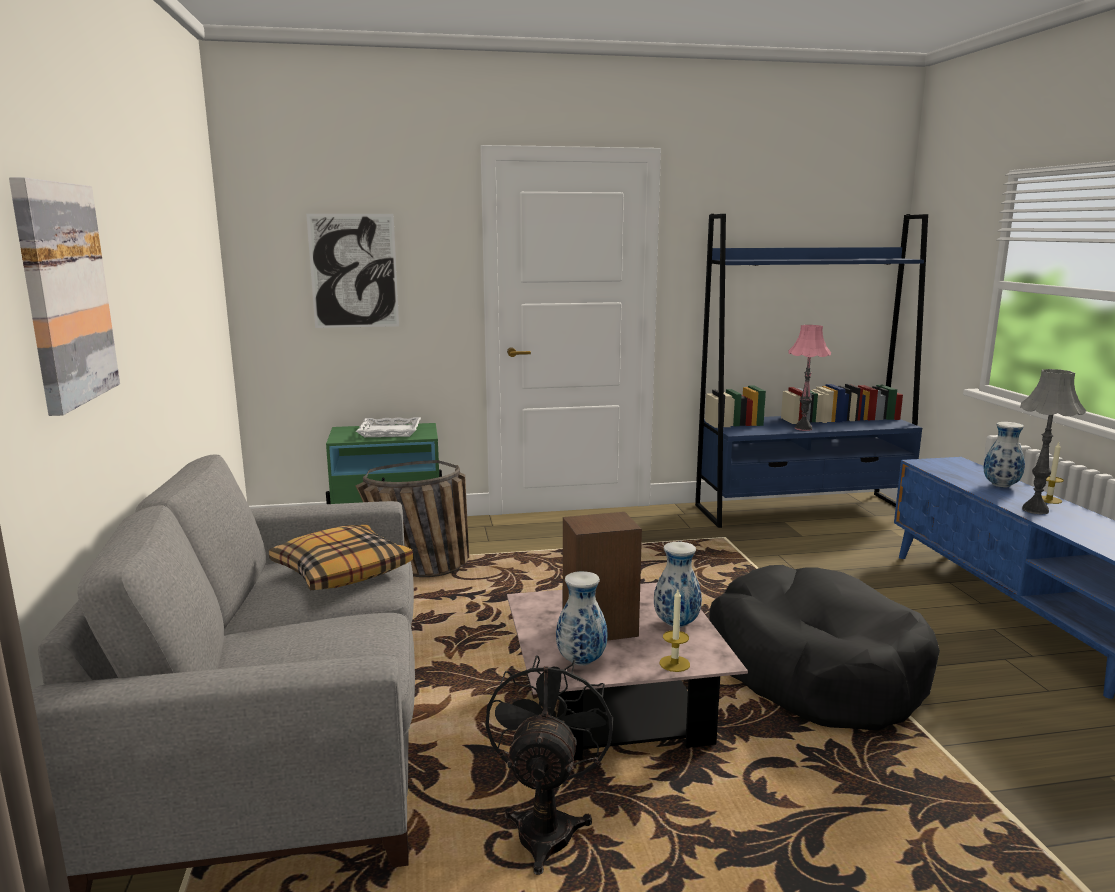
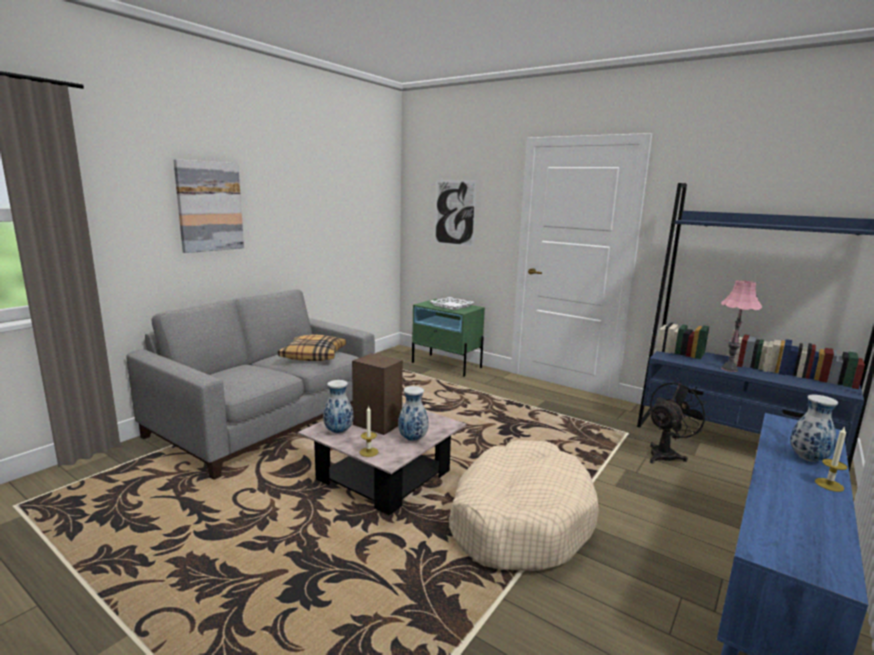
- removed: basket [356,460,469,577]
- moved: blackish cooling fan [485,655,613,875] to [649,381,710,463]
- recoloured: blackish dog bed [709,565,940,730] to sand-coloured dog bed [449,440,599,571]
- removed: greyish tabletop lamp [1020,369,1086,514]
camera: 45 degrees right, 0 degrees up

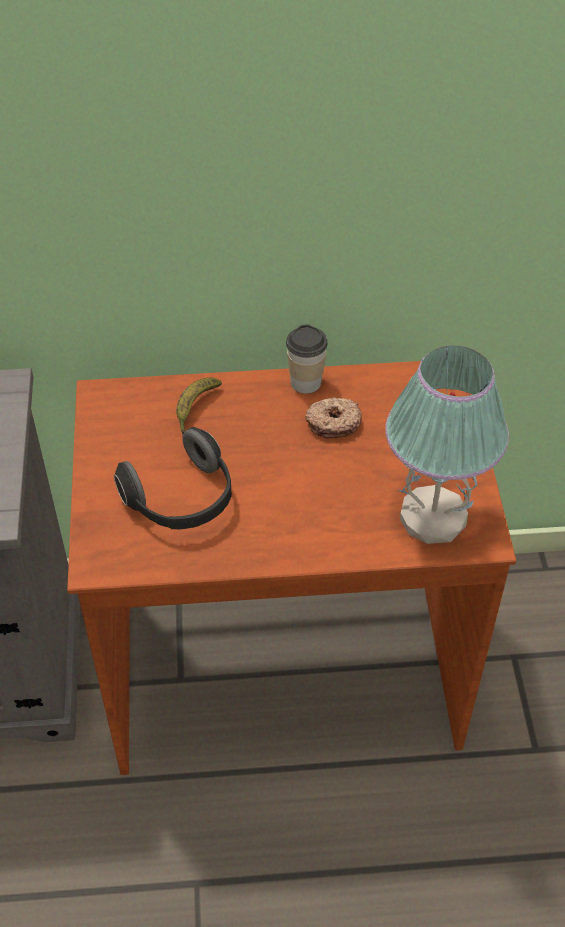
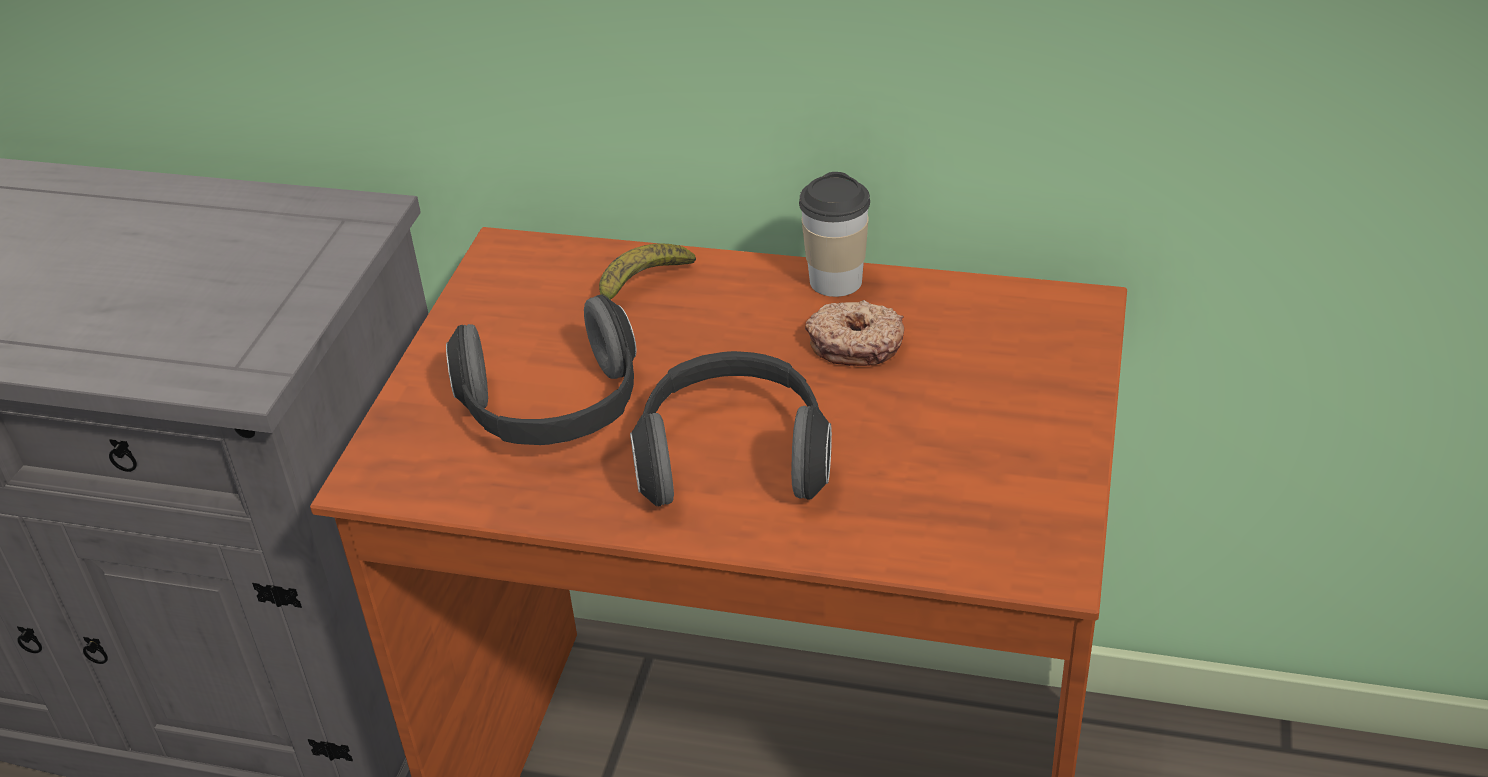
- removed: tabletop lamp [385,346,509,544]
- added: headset [630,351,832,507]
camera: 20 degrees right, 10 degrees down

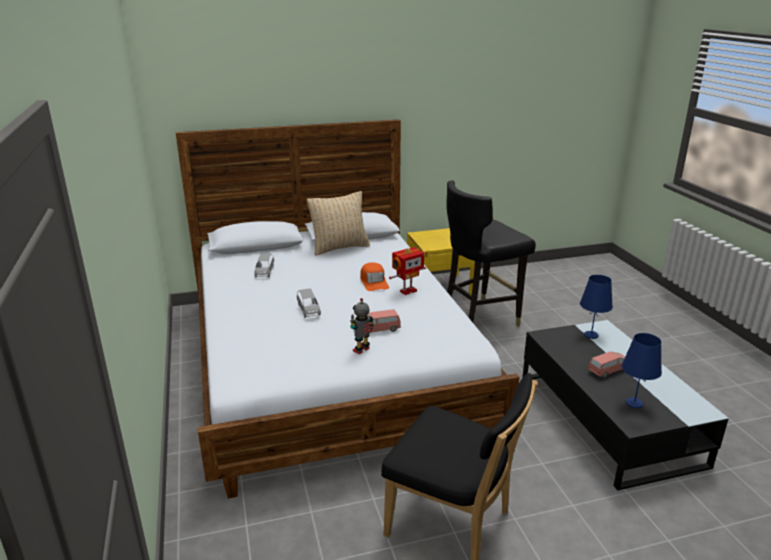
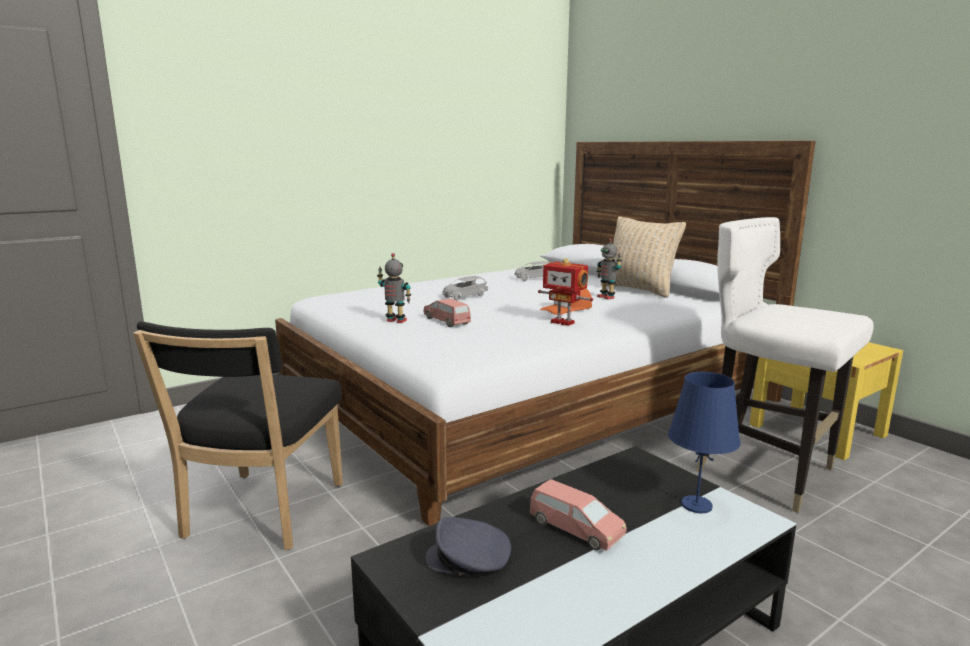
- recoloured: blackish plain chair [447,180,536,327] to whitish plain chair [696,217,873,513]
- replaced: bluish tabletop lamp [621,333,662,408] to greyish baseball cap [425,517,511,577]
- added: robot figure [596,238,622,300]
camera: 70 degrees right, 10 degrees down

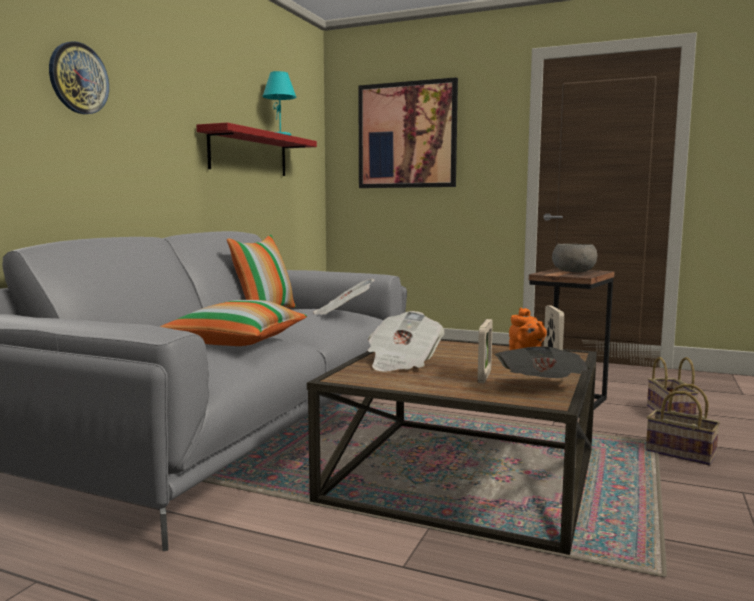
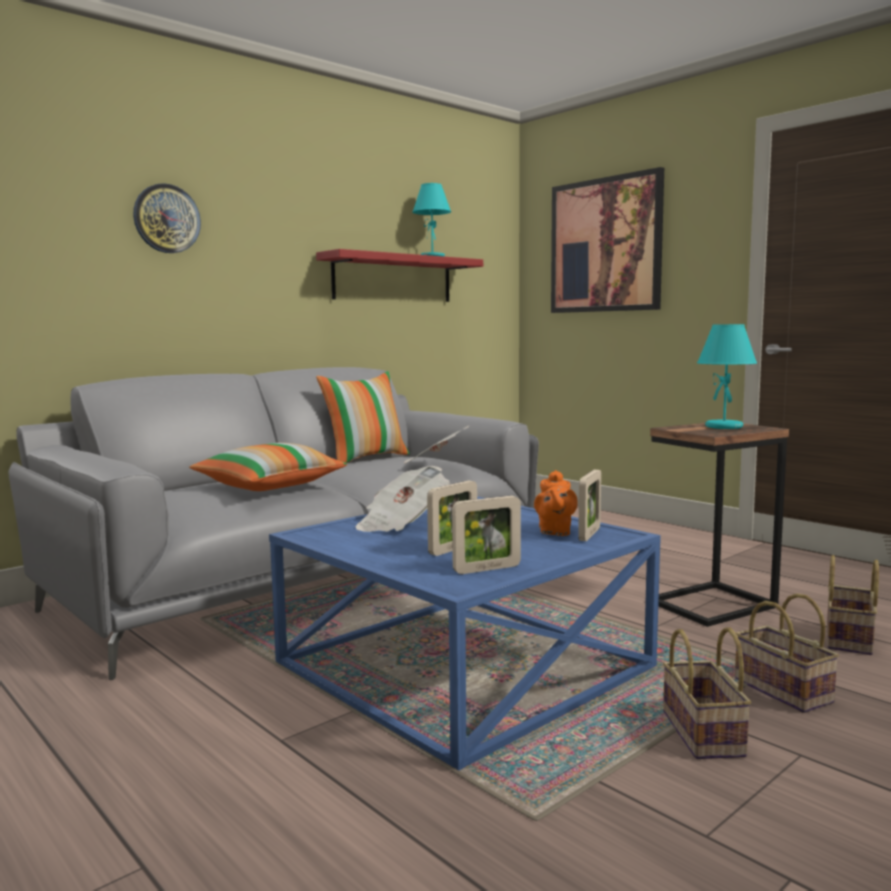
- recoloured: brownish low table [307,339,597,555] to bluish low table [269,496,661,771]
- replaced: daily paper [495,346,590,378] to standing frame [452,496,521,574]
- replaced: greyish deep dish [552,244,597,272] to turquoise tabletop lamp [697,324,757,429]
- added: basket [663,627,751,759]
camera: 25 degrees right, 0 degrees up

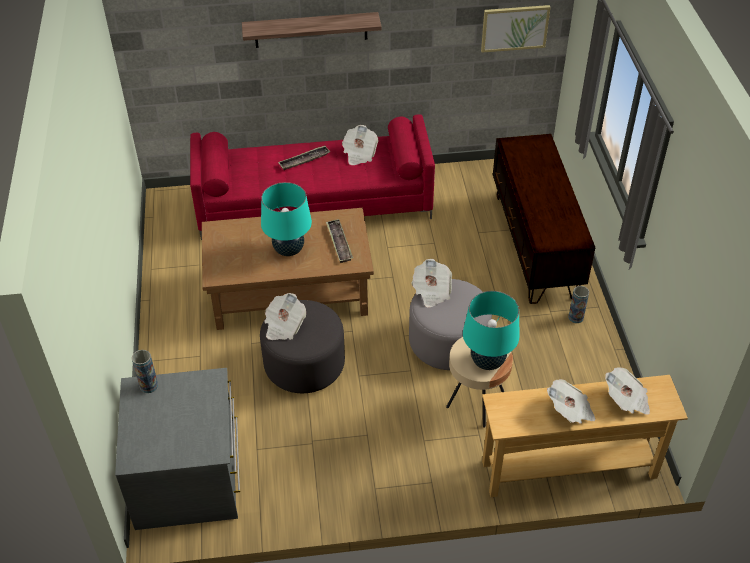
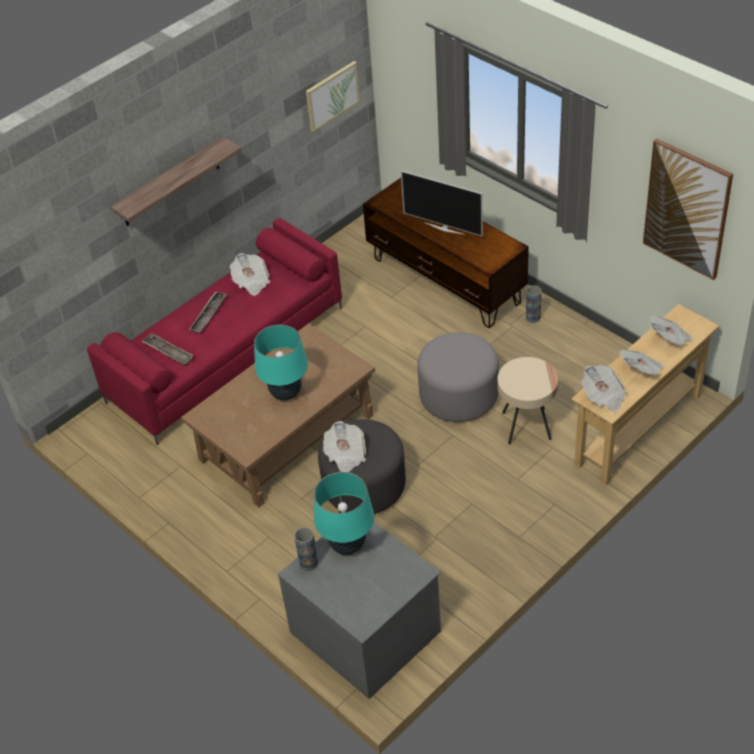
- moved: tray [326,219,353,263] to [142,333,194,366]
- moved: daily paper [412,259,452,308] to [581,365,627,412]
- moved: turquoise tabletop lamp [463,291,519,370] to [314,472,374,555]
- added: television [401,171,483,237]
- added: wall art [643,138,733,280]
camera: 35 degrees left, 0 degrees up

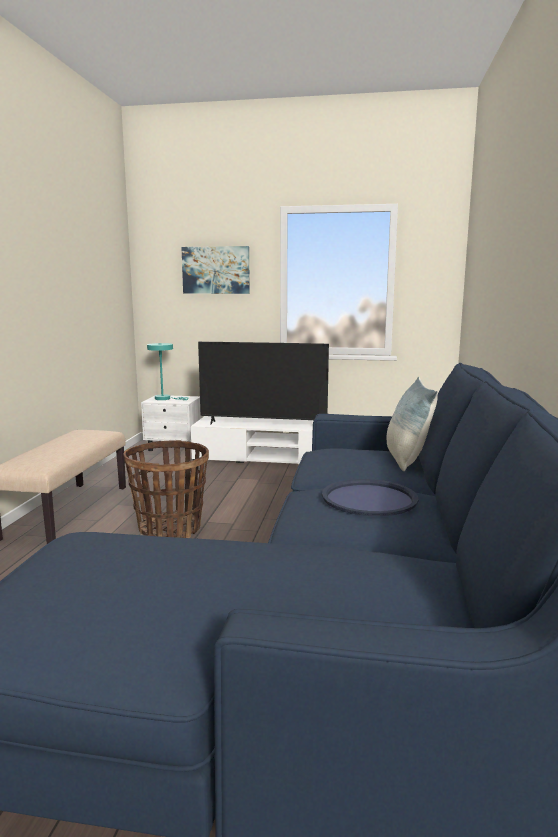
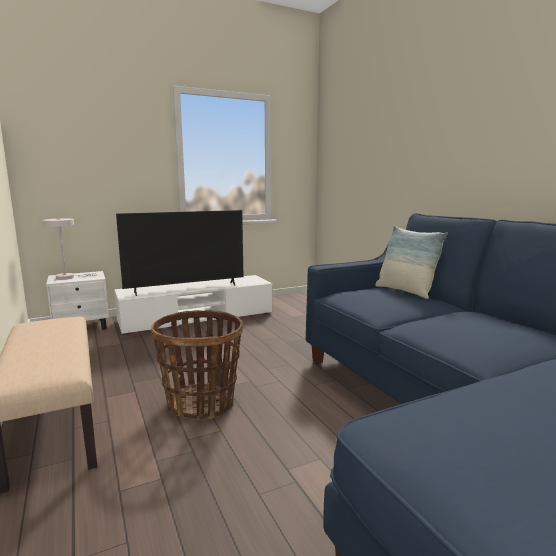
- recoloured: turquoise tabletop lamp [147,343,189,400] to whitish tabletop lamp [43,218,97,280]
- removed: wall art [181,246,250,294]
- removed: bluish tray [322,479,419,516]
camera: 35 degrees left, 0 degrees up

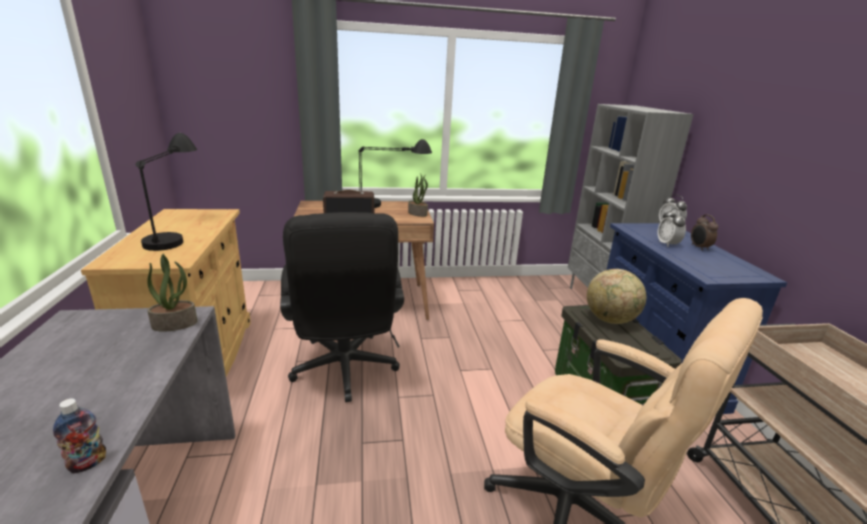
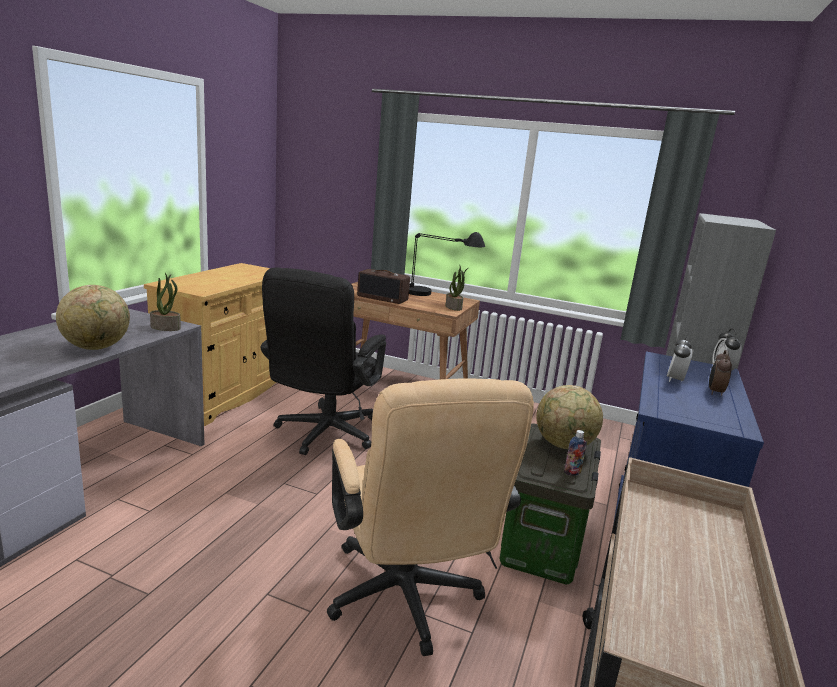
- moved: drink bottle [53,399,106,474] to [564,430,587,476]
- removed: blackish tabletop lamp [136,133,197,251]
- added: world globe [56,285,130,350]
camera: 30 degrees right, 5 degrees down

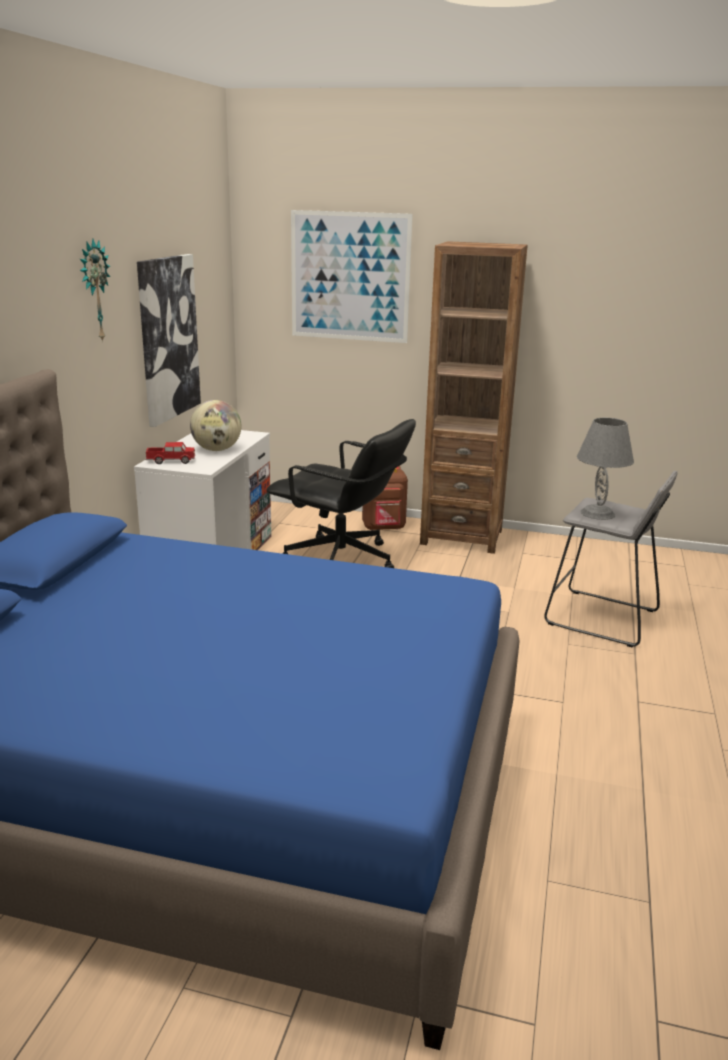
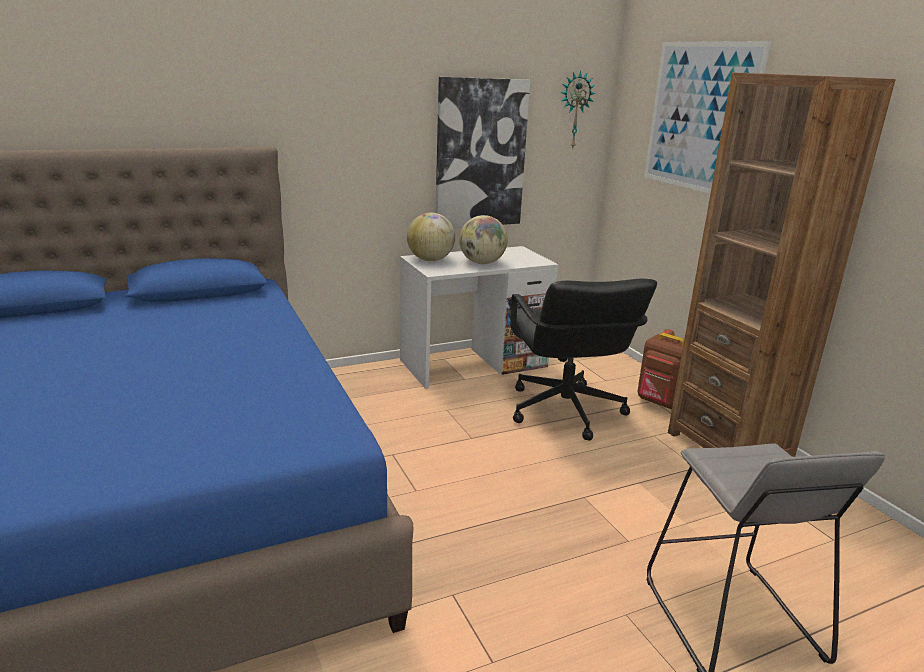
- moved: wall clock [80,239,110,342] to [561,70,596,150]
- replaced: toy truck [146,442,195,464] to world globe [407,213,455,261]
- removed: greyish tabletop lamp [577,418,634,520]
camera: 50 degrees right, 0 degrees up

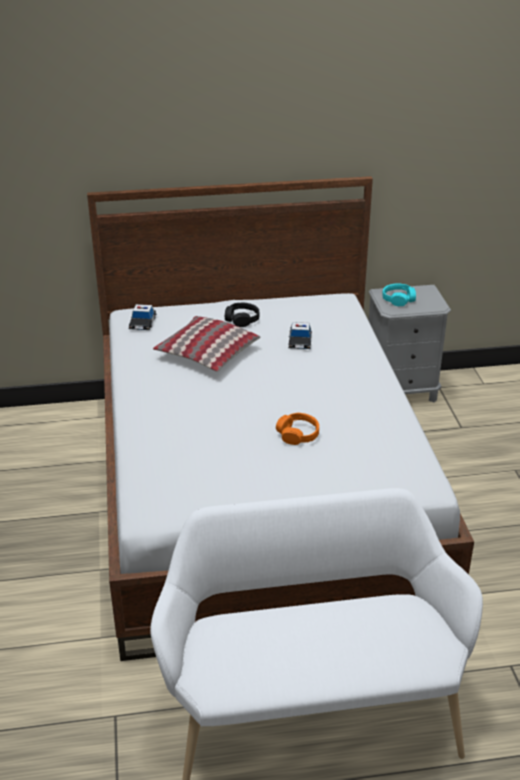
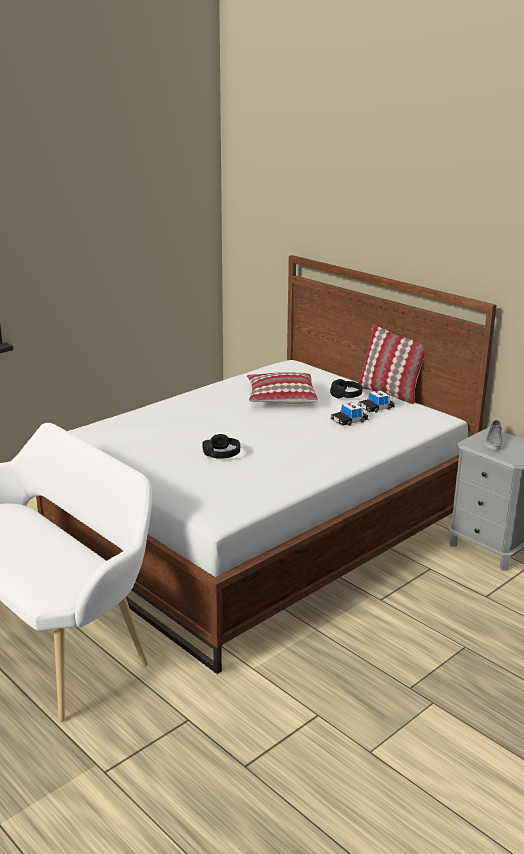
- moved: miniature car [128,304,157,330] to [358,390,395,413]
- recoloured: orange-coloured headset [276,413,319,445] to blackish headset [202,434,240,459]
- replaced: turquoise headset [382,284,416,306] to greyish shoe [485,420,502,450]
- added: throw pillow [358,325,424,404]
camera: 55 degrees right, 10 degrees down

